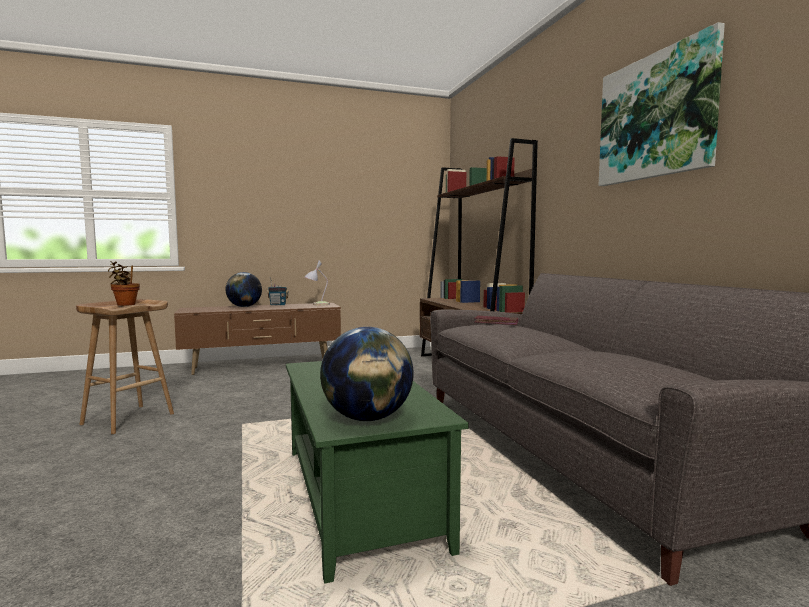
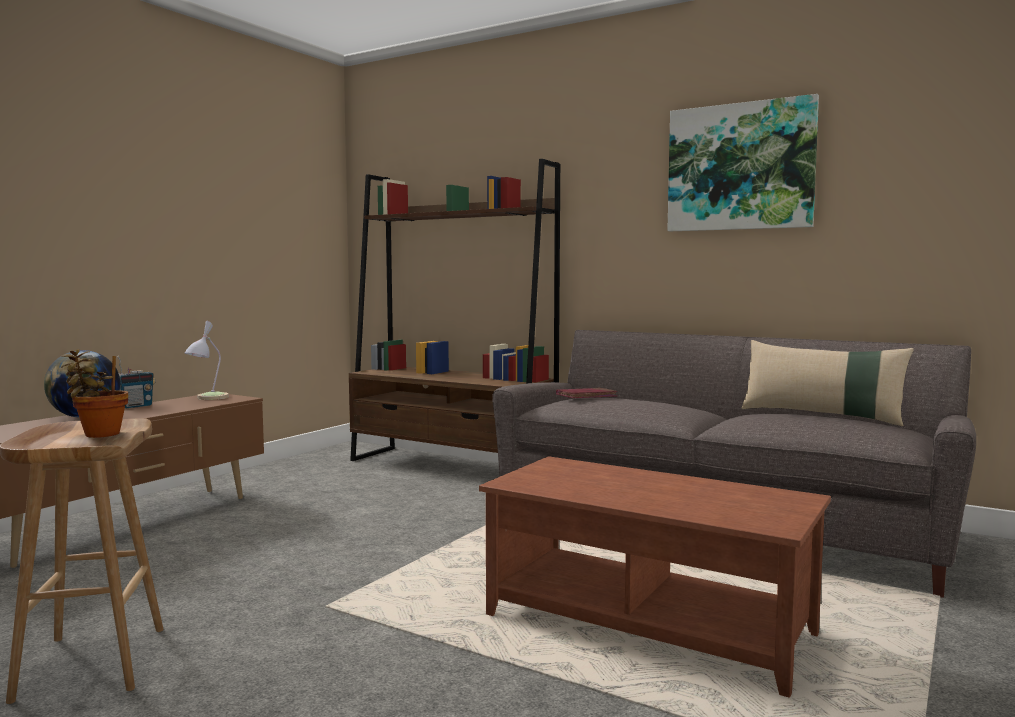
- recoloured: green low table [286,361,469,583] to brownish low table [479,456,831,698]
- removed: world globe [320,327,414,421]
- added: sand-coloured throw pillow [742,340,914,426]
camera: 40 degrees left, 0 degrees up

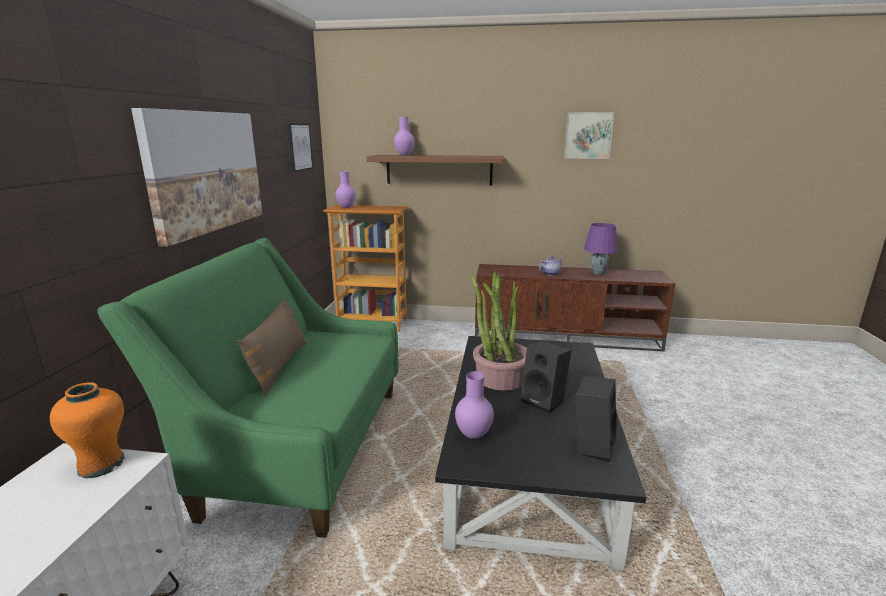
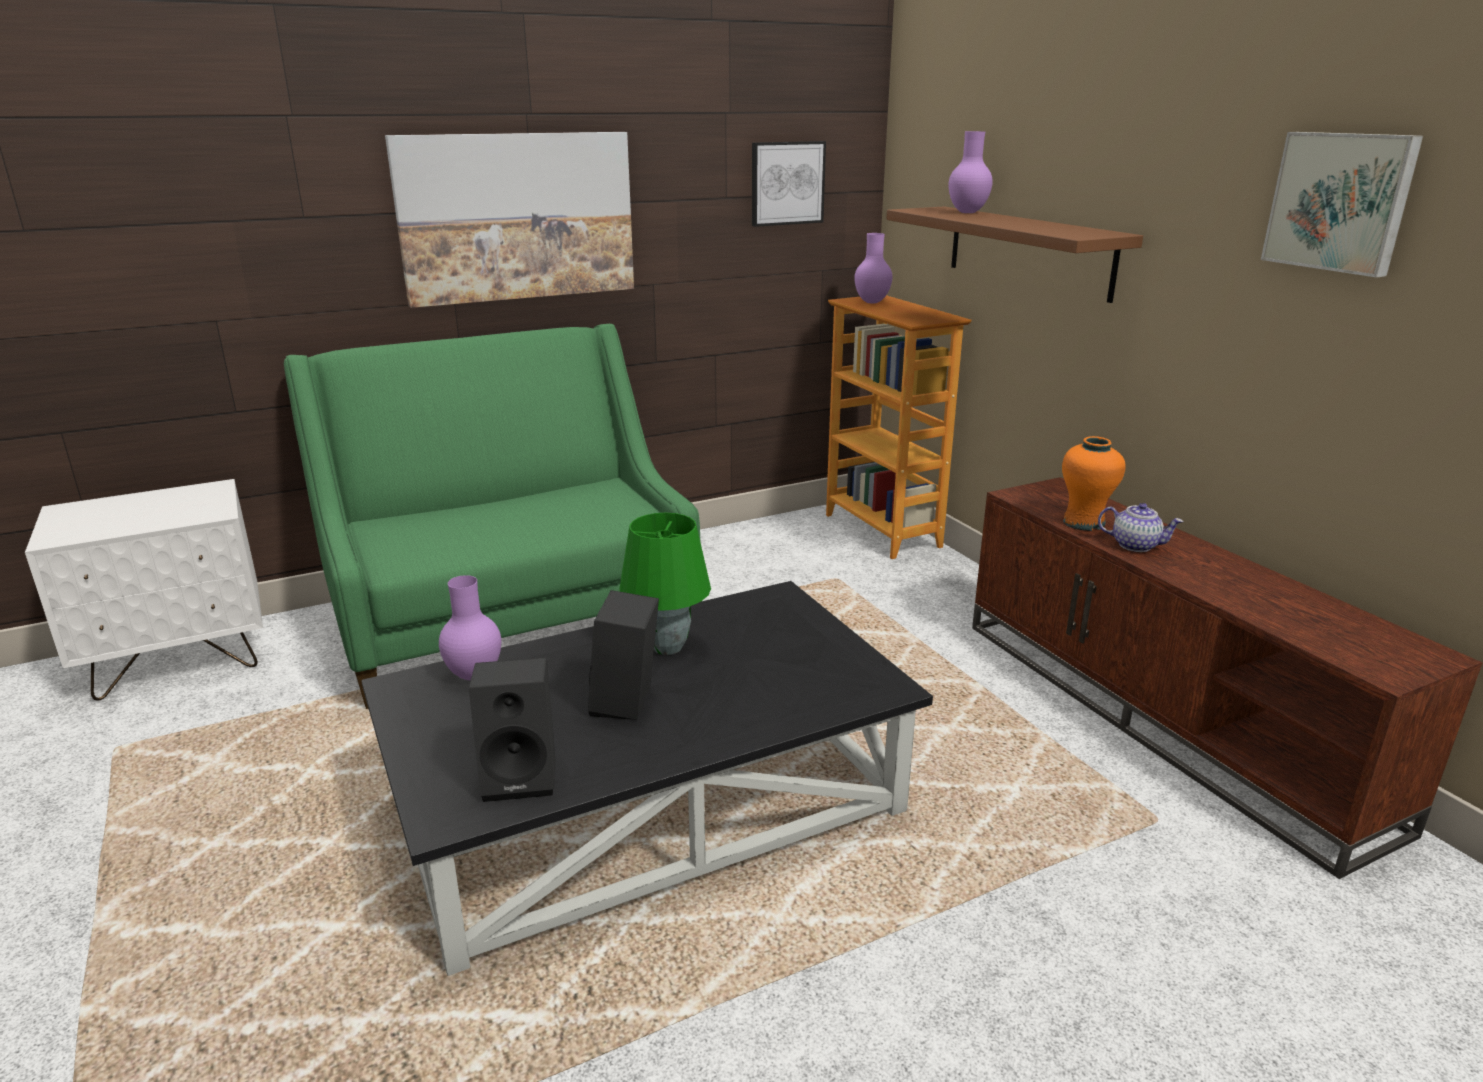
- moved: orange-coloured decorative vase [50,382,124,478] to [1062,436,1126,531]
- removed: brownish throw pillow [237,298,307,396]
- replaced: plant in a pot [470,271,527,390] to green tabletop lamp [619,513,711,655]
- removed: purplish tabletop lamp [584,223,618,275]
camera: 55 degrees right, 5 degrees up

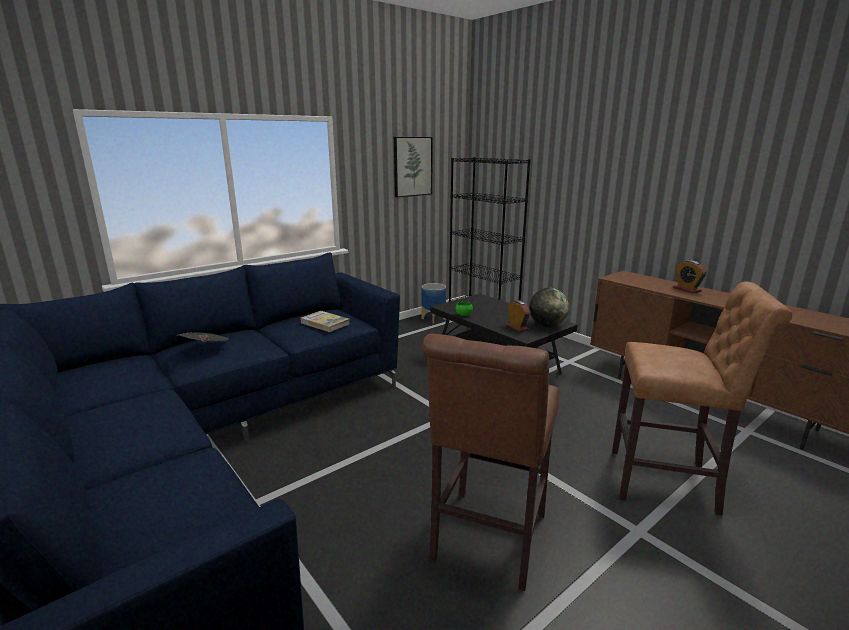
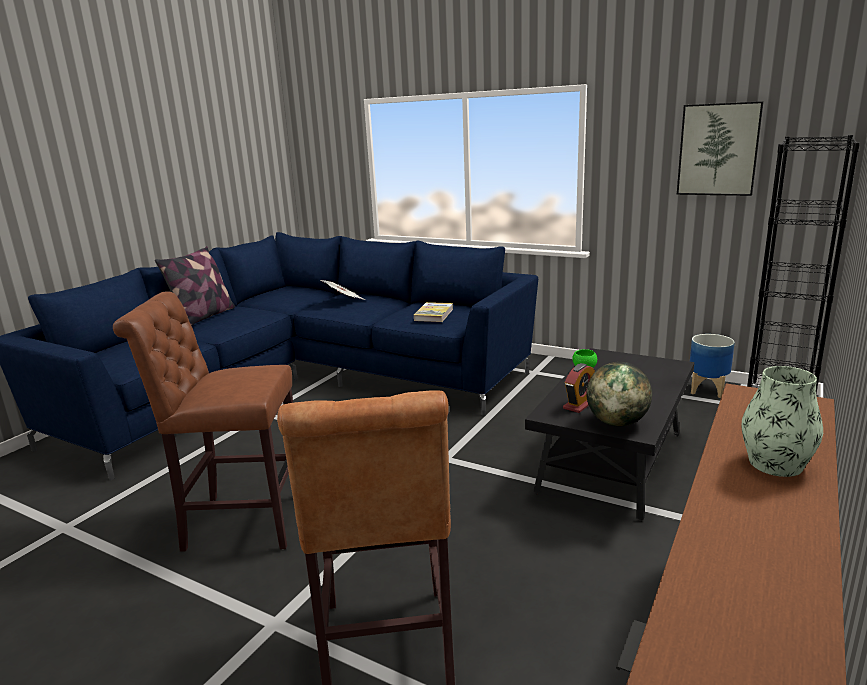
- replaced: alarm clock [673,260,707,293] to decorative vase [741,366,823,477]
- added: throw pillow [155,246,235,326]
camera: 70 degrees right, 0 degrees up

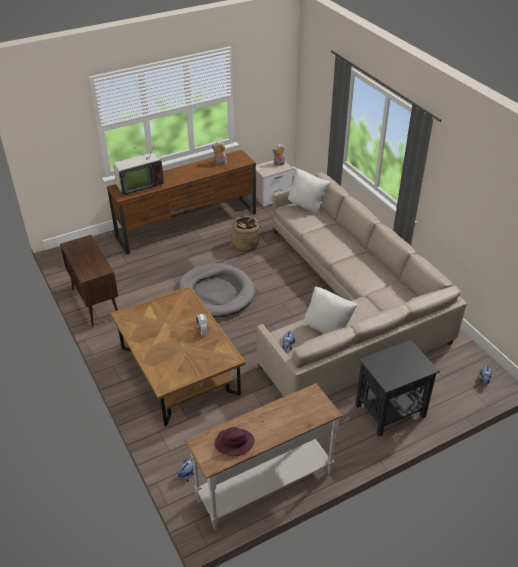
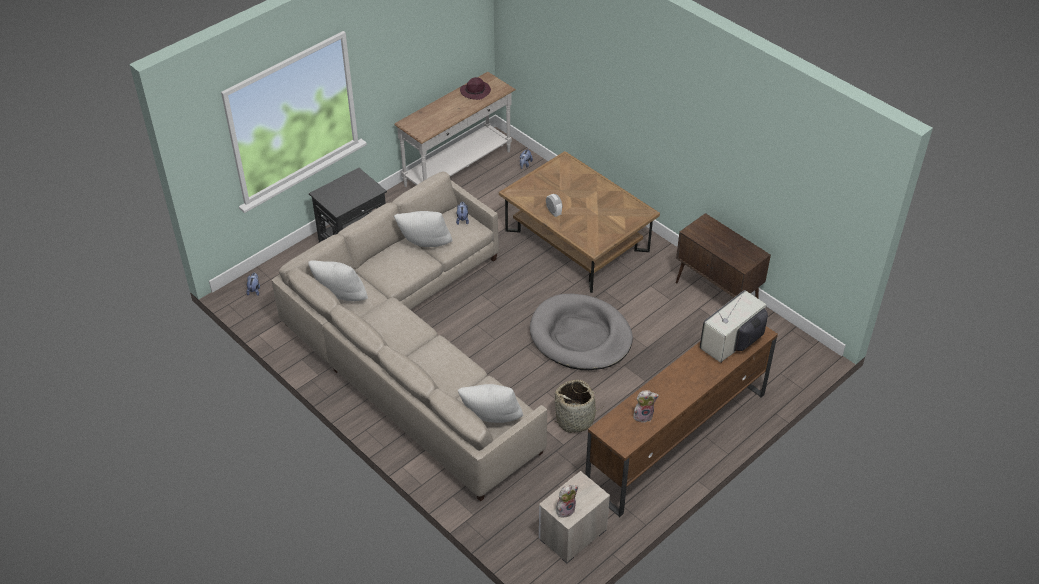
- added: whitish throw pillow [308,260,368,301]
camera: 165 degrees right, 5 degrees up

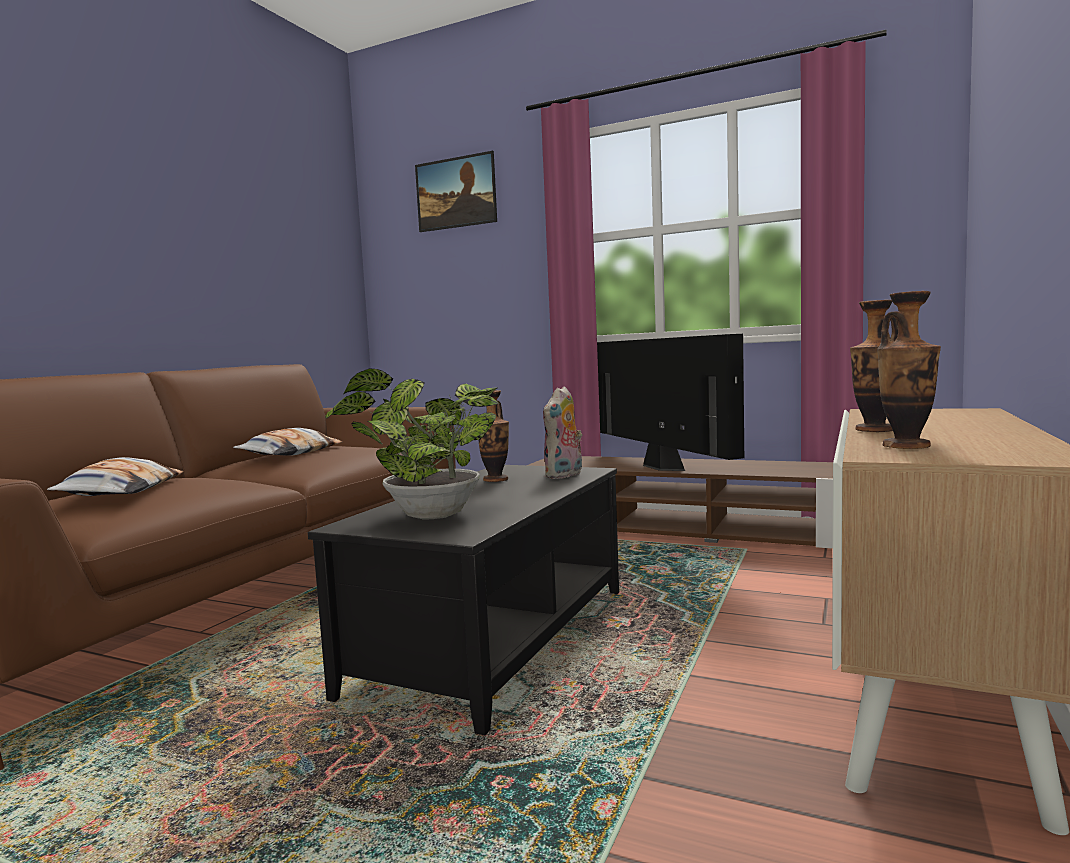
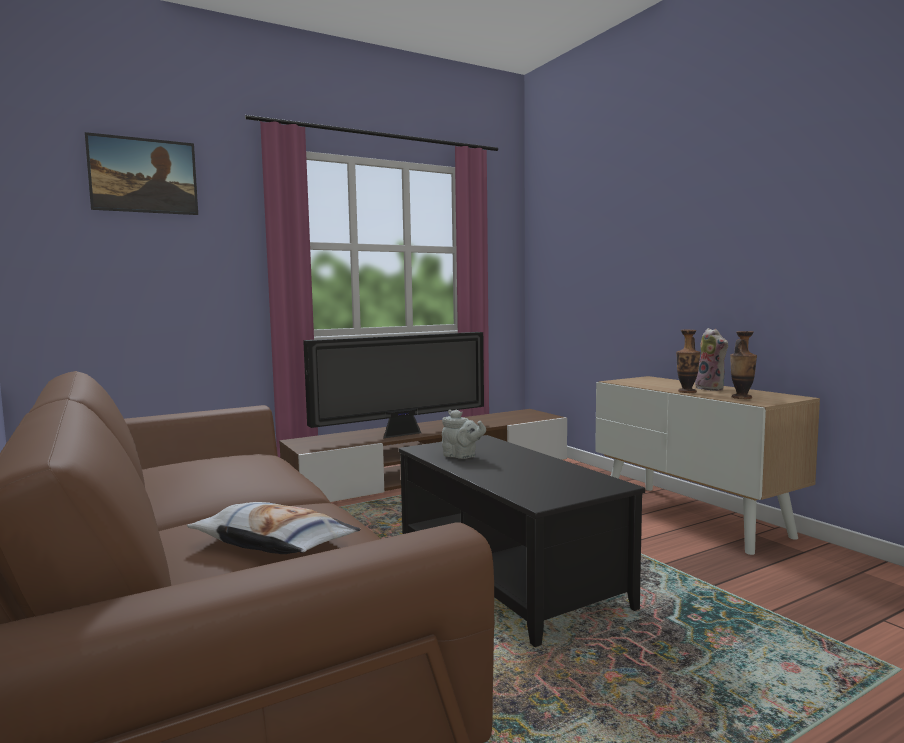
- removed: throw pillow [233,428,343,456]
- removed: plant in a pot [325,368,499,519]
- replaced: decorative vase [479,390,509,482] to greyish tea pot [442,410,486,459]
- moved: cuddly toy [543,386,582,479] to [695,328,729,391]
- turned: television [597,334,744,471] = [303,332,484,439] 135 degrees clockwise
camera: 55 degrees left, 0 degrees up

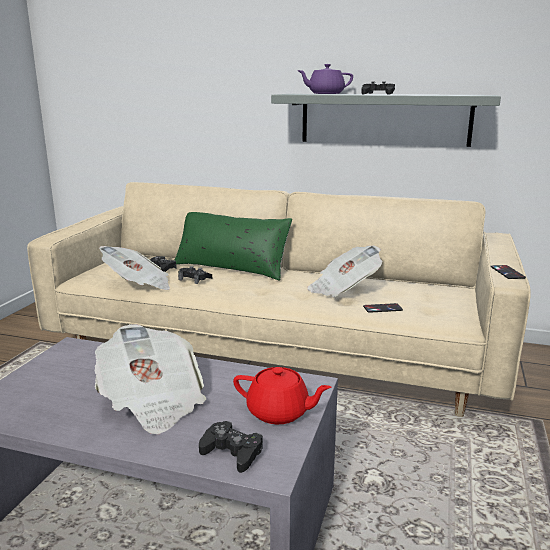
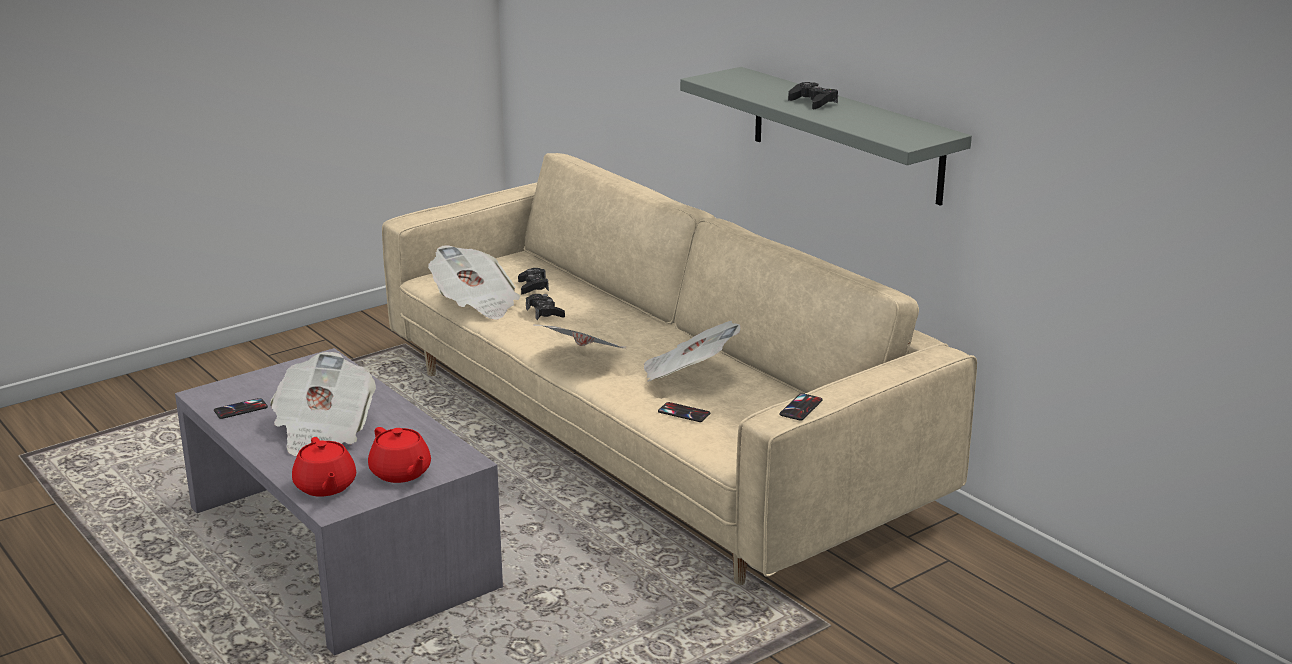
- removed: green throw pillow [175,212,292,281]
- replaced: blackish game controller [199,421,263,473] to reddish tea pot [292,437,356,496]
- removed: purplish tea pot [297,64,353,94]
- added: telephone [214,398,268,419]
- added: daily paper [533,324,626,349]
camera: 35 degrees right, 5 degrees up

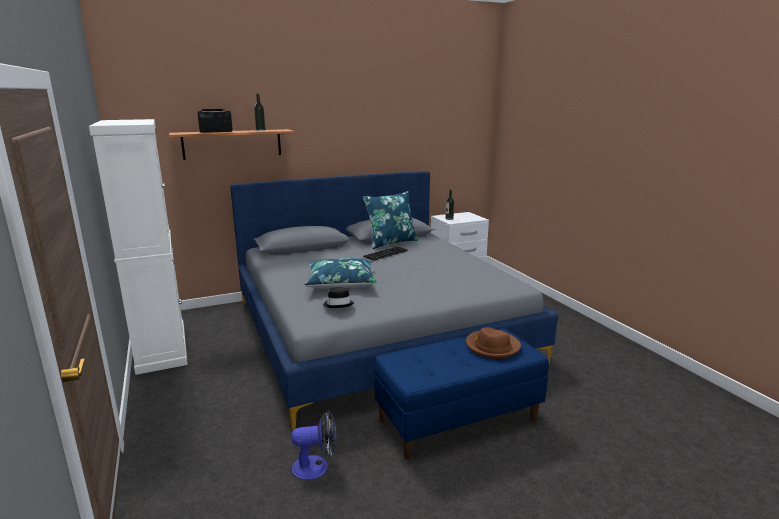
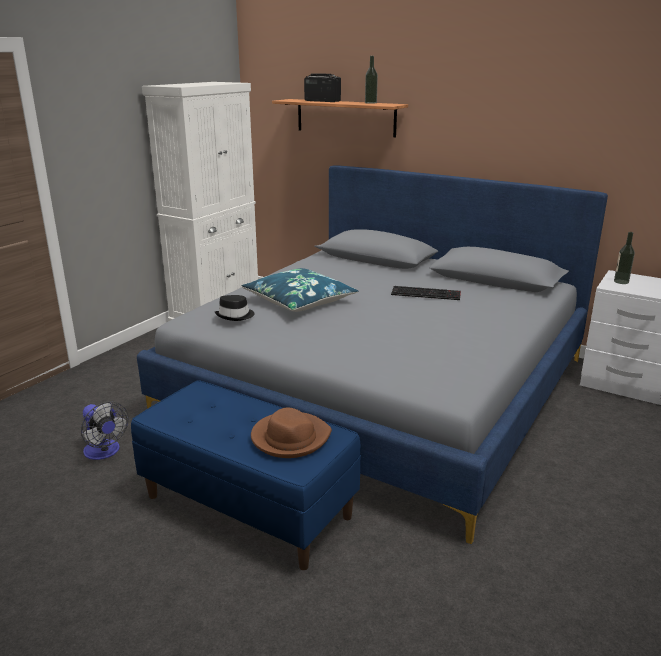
- removed: bluish throw pillow [363,191,418,249]
camera: 55 degrees right, 5 degrees up

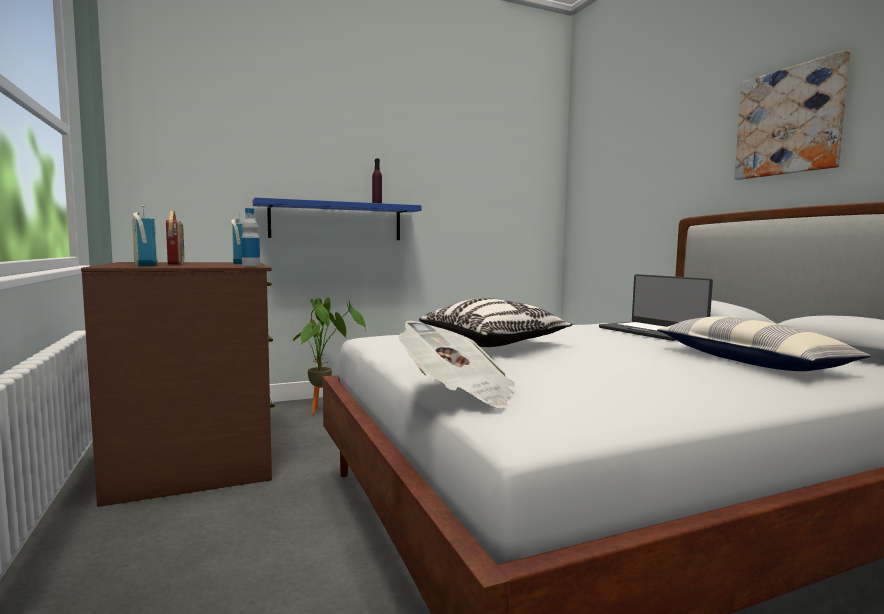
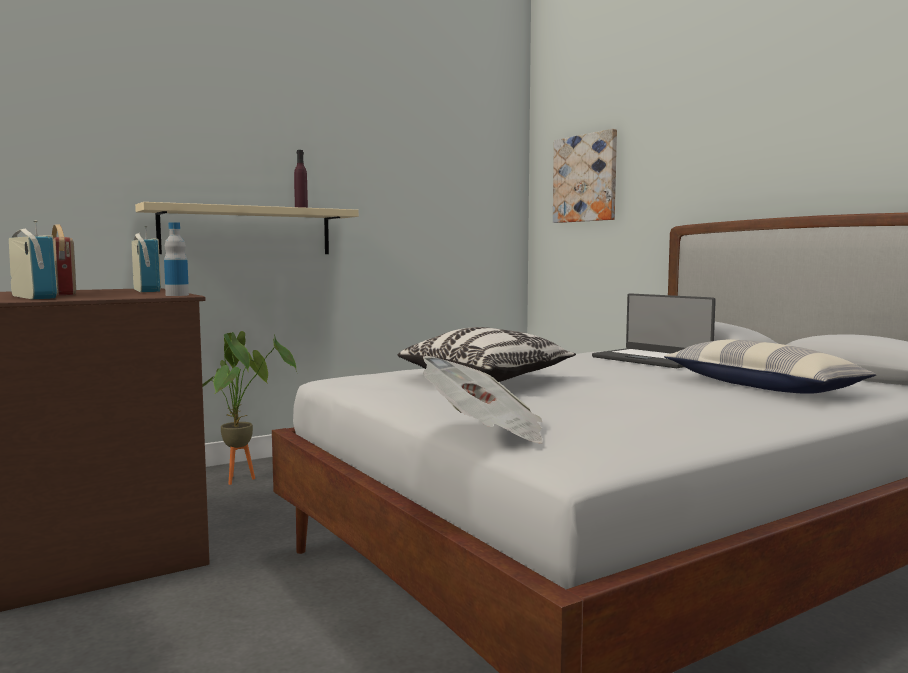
- recoloured: bluish shelf [253,197,421,240] to sand-coloured shelf [135,202,359,254]
- moved: wall art [734,50,850,180] to [553,129,617,223]
camera: 10 degrees left, 0 degrees up

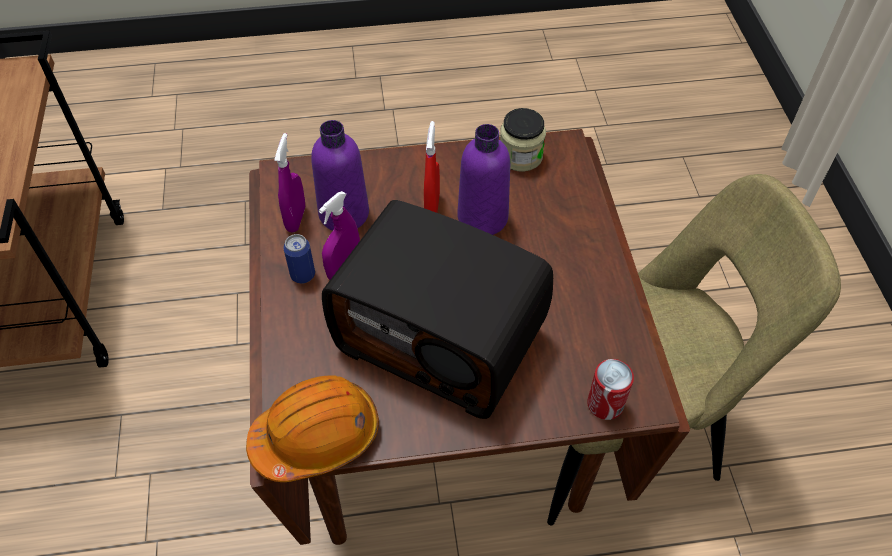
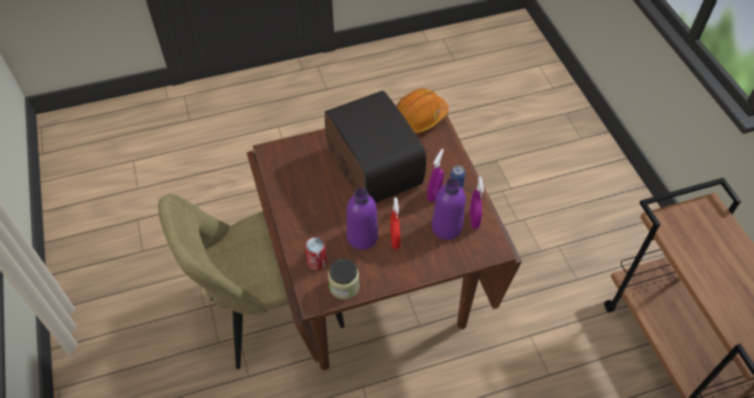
- turned: radio set [322,200,553,419] = [325,91,426,203] 45 degrees clockwise
- moved: can [587,359,634,420] to [305,237,327,270]
camera: 170 degrees right, 0 degrees up

